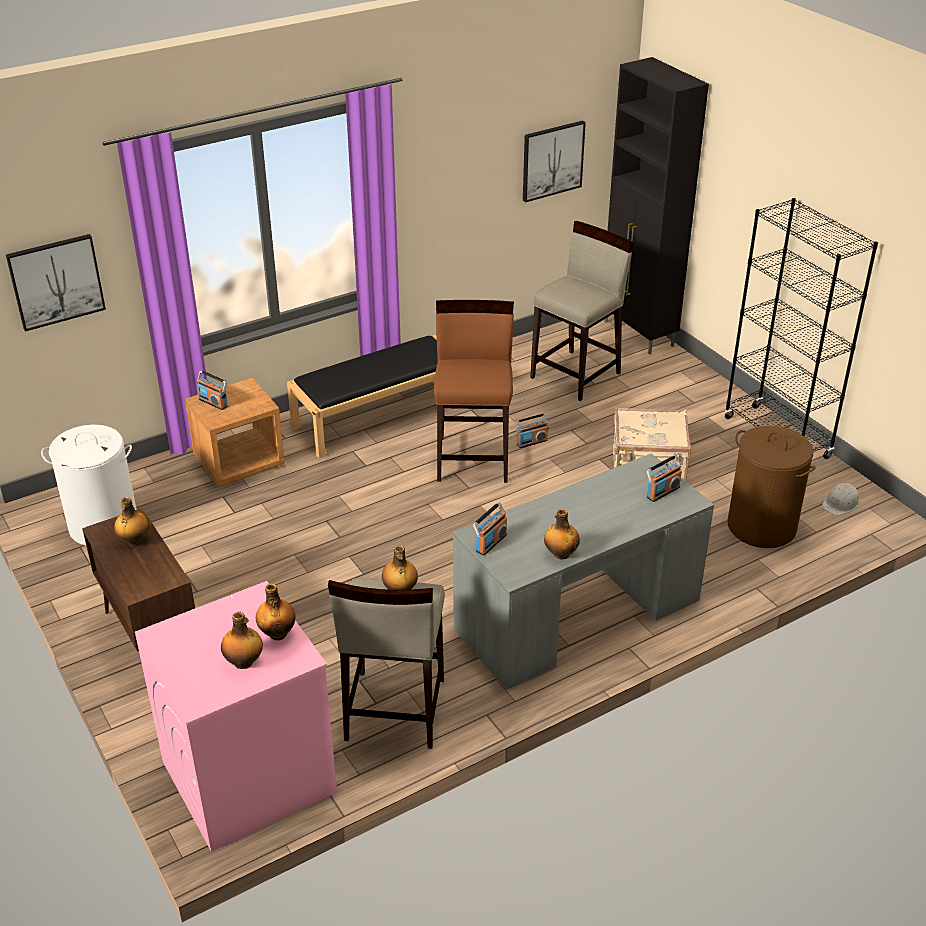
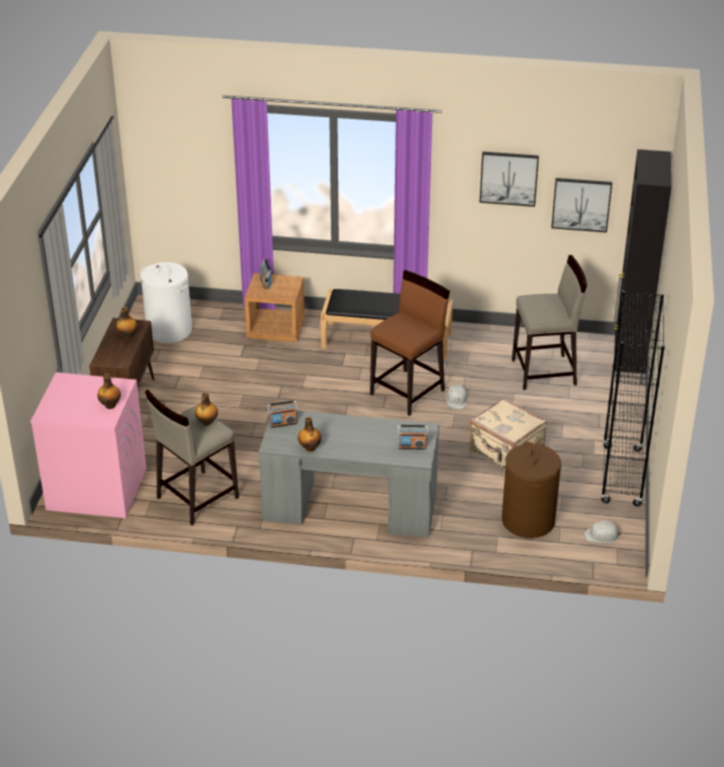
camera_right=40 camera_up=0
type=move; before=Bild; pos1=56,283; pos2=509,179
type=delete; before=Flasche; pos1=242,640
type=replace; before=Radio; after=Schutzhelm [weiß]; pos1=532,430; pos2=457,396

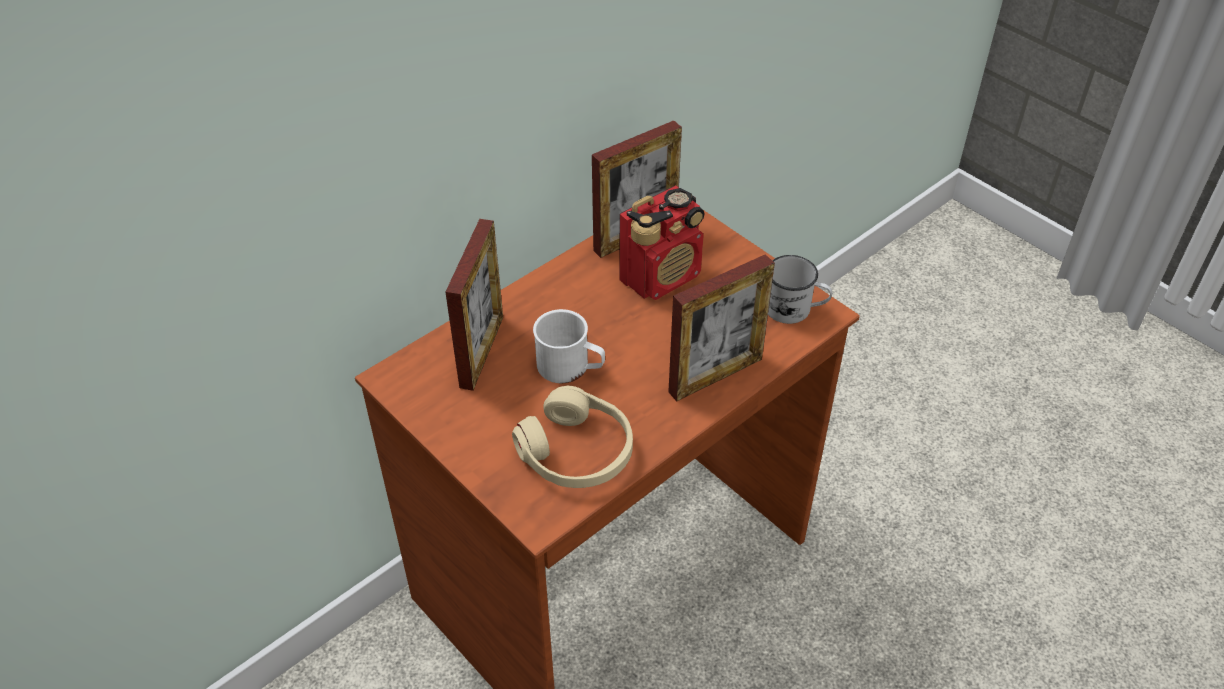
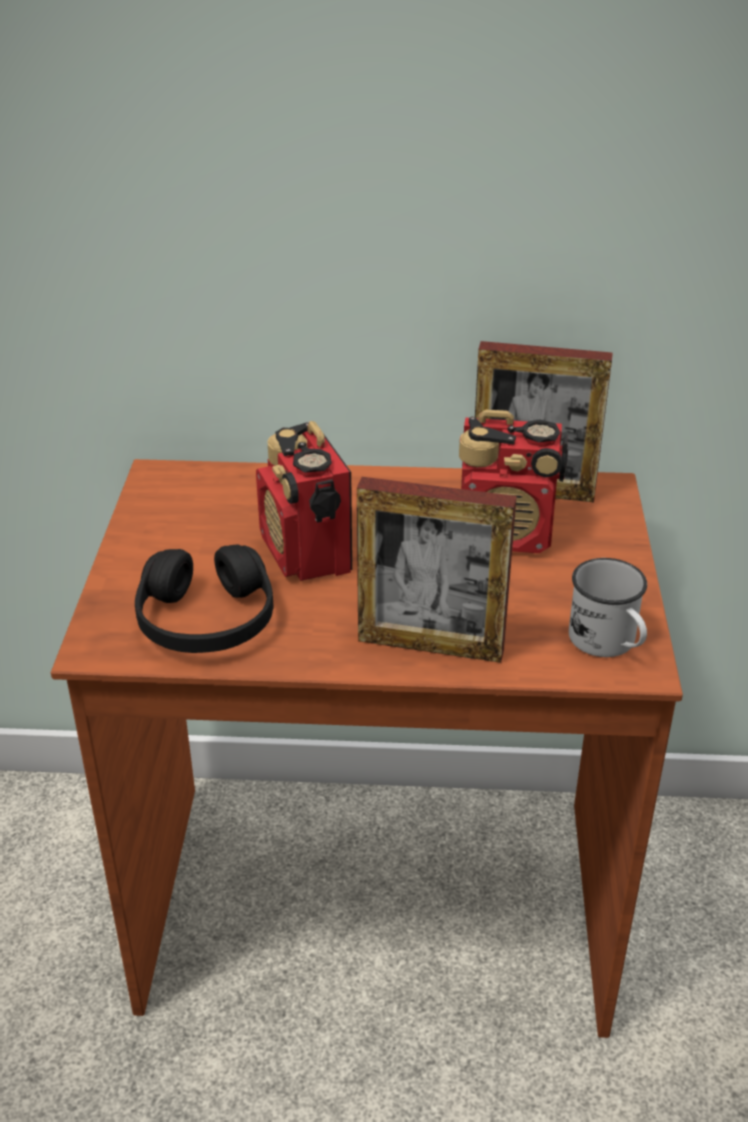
camera_right=45 camera_up=-10
type=delete; before=Bilderrahmen; pos1=474,305
type=recolor; before=Kopfhörer [beige]; after=Kopfhörer [schwarz]; pos1=572,437; pos2=204,598
type=replace; before=Henkelbecher [weiß]; after=Radio; pos1=569,346; pos2=304,501

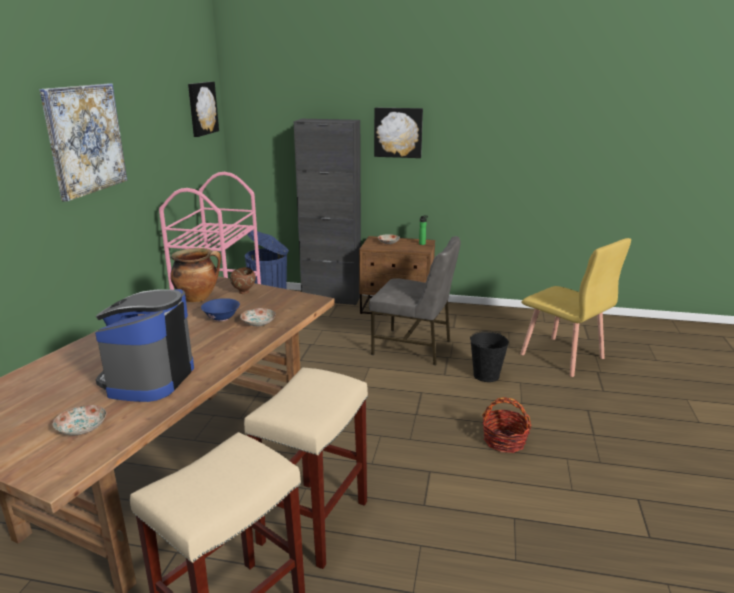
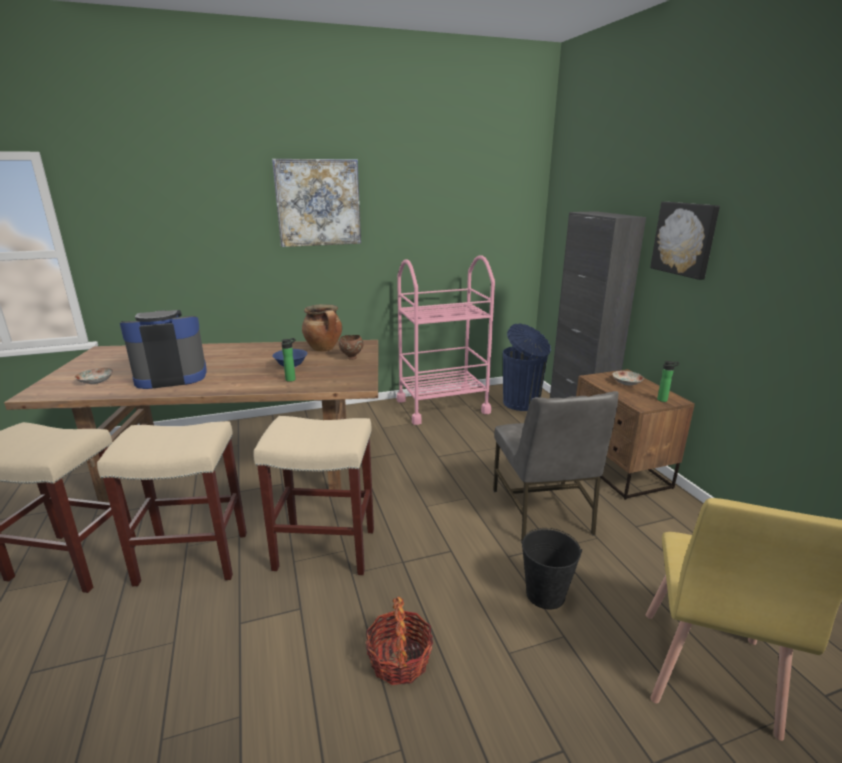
camera_right=60 camera_up=0
type=delete; before=Bild; pos1=203,109
type=replace; before=Teller; after=Flasche; pos1=258,317; pos2=288,360
type=insert; after=Hocker [beige]; pos2=313,495

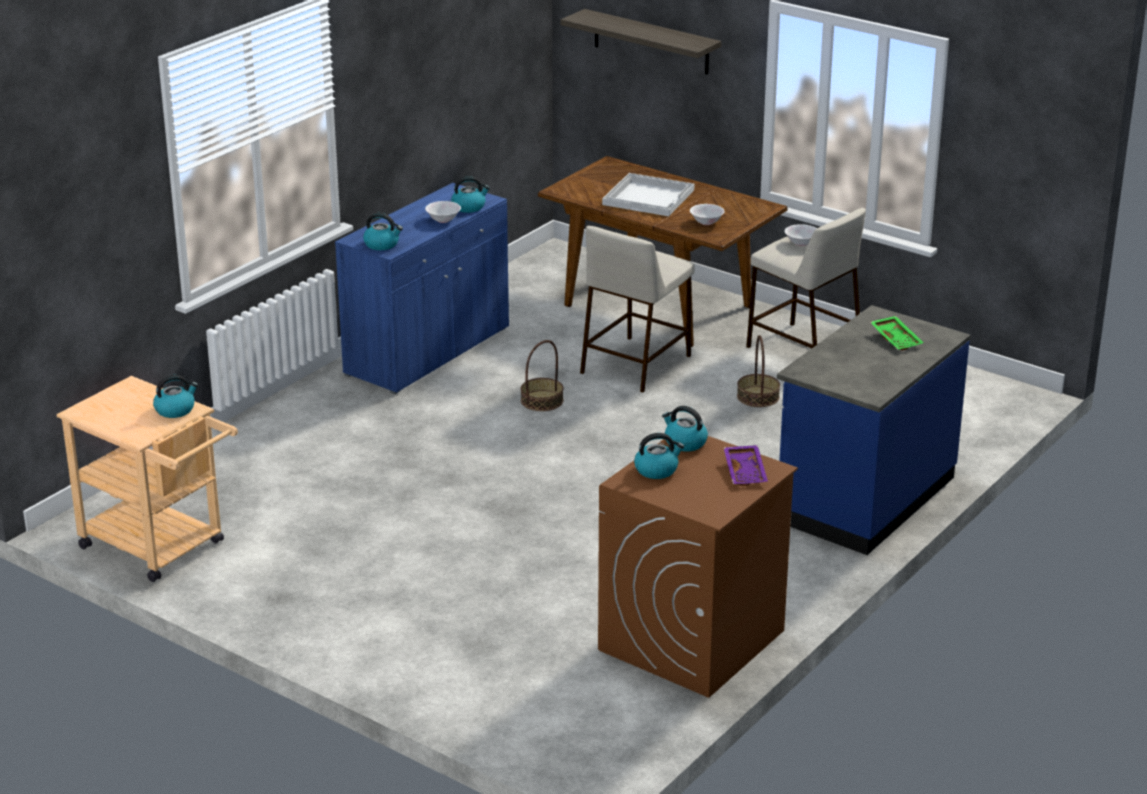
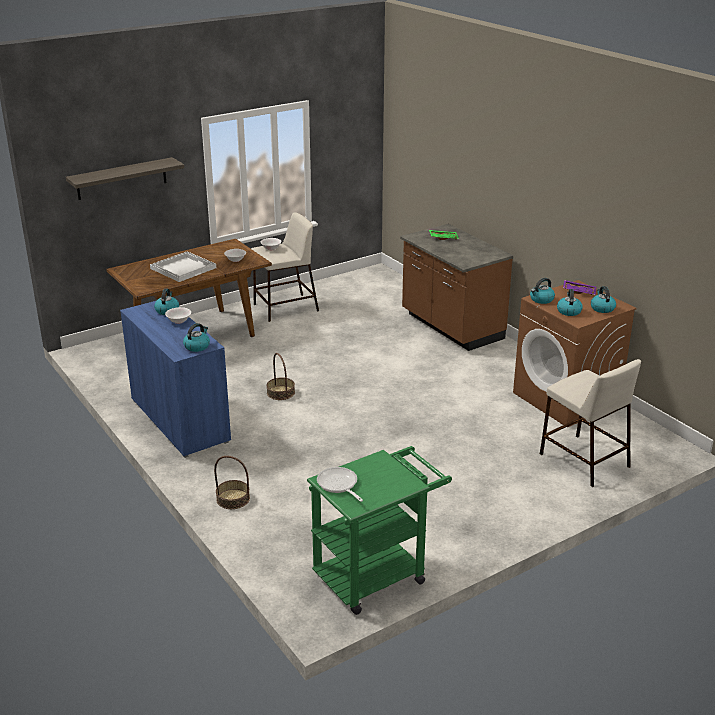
camera_right=-70 camera_up=0
type=recolor; before=Rollwagen [beige]; after=Rollwagen [grün]; pos1=147,479; pos2=379,530
type=move; before=Wasserkessel; pos1=175,396; pos2=603,299
type=move; before=Hocker [beige]; pos1=637,309; pos2=590,423
type=move; before=Korb; pos1=758,371; pos2=232,482
type=recolor; before=Küchenzeile [blau]; after=Küchenzeile [braun]; pos1=874,430; pos2=456,287
type=insert; after=Pfanne; pos2=340,484

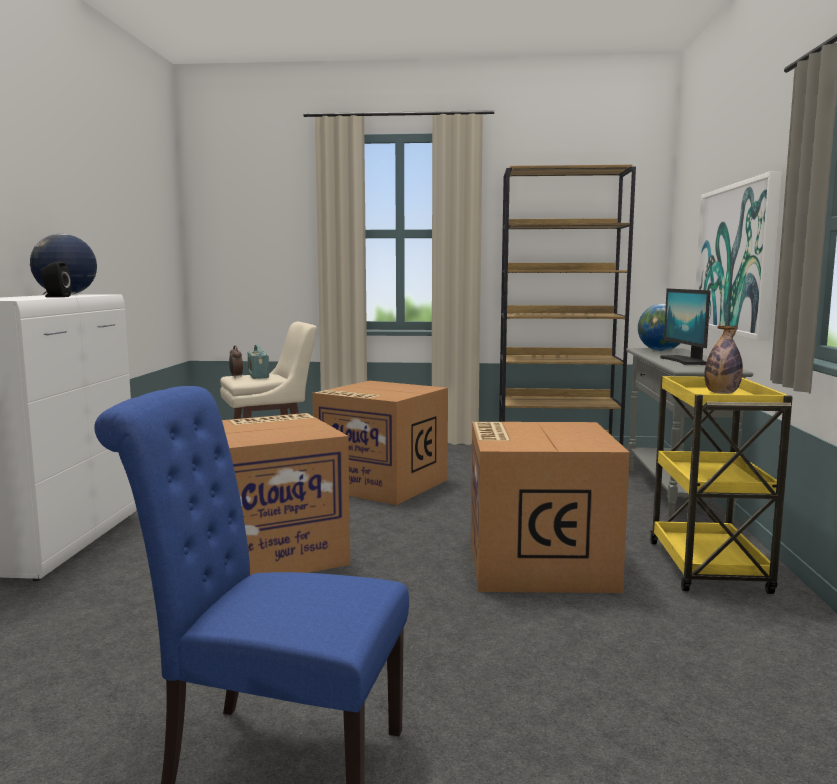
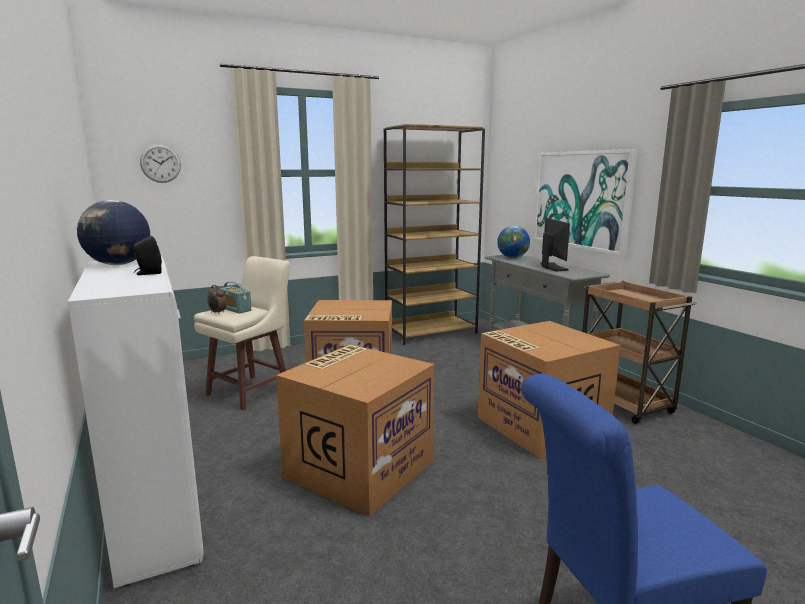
camera_right=-30 camera_up=5
type=recolor; before=Rollwagen [gelb]; after=Rollwagen [braun]; pos1=721,485; pos2=639,352
type=rotate; before=Monitor; pos1=685,327; pos2=555,244; turn=-150
type=delete; before=Flasche; pos1=723,360
type=insert; after=Wanduhr; pos2=160,163

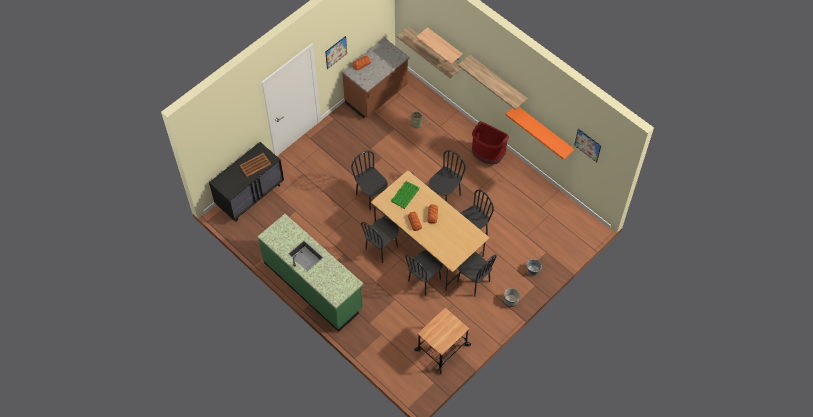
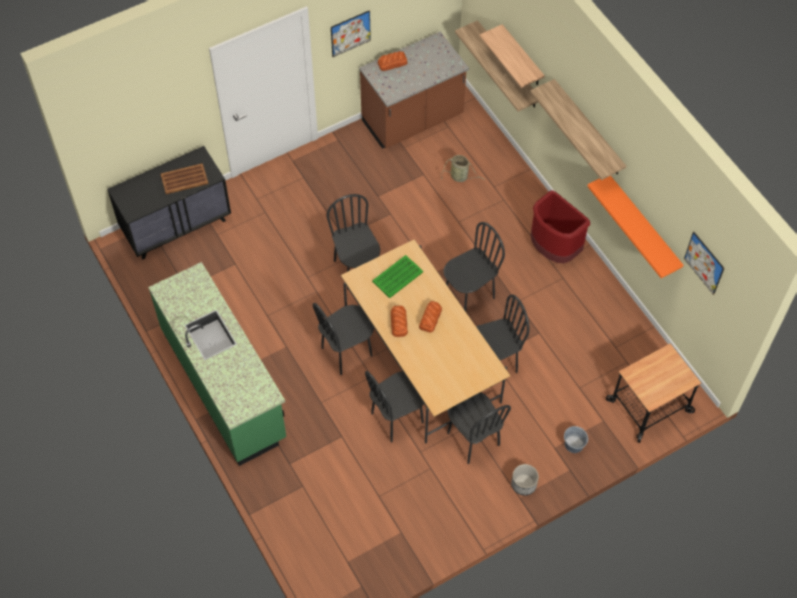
camera_right=15 camera_up=0
type=move; before=Rollwagen; pos1=442,340; pos2=653,393

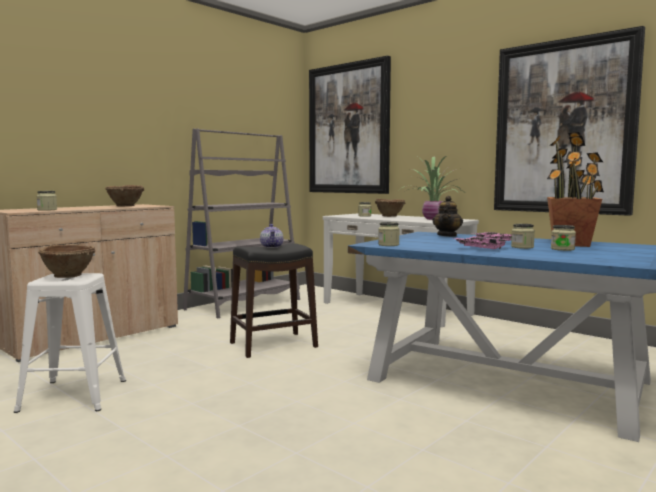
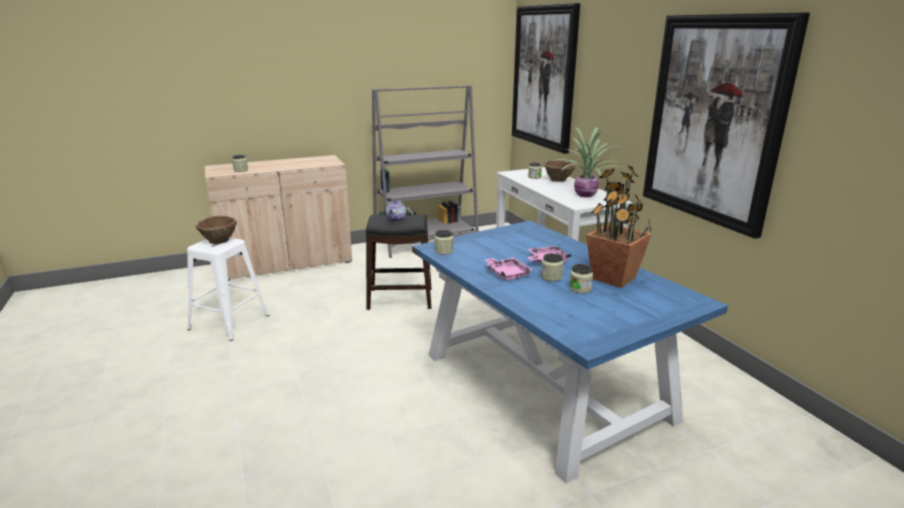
camera_right=25 camera_up=15
type=delete; before=Schüssel [braun]; pos1=124,196
type=delete; before=Teekanne; pos1=447,216

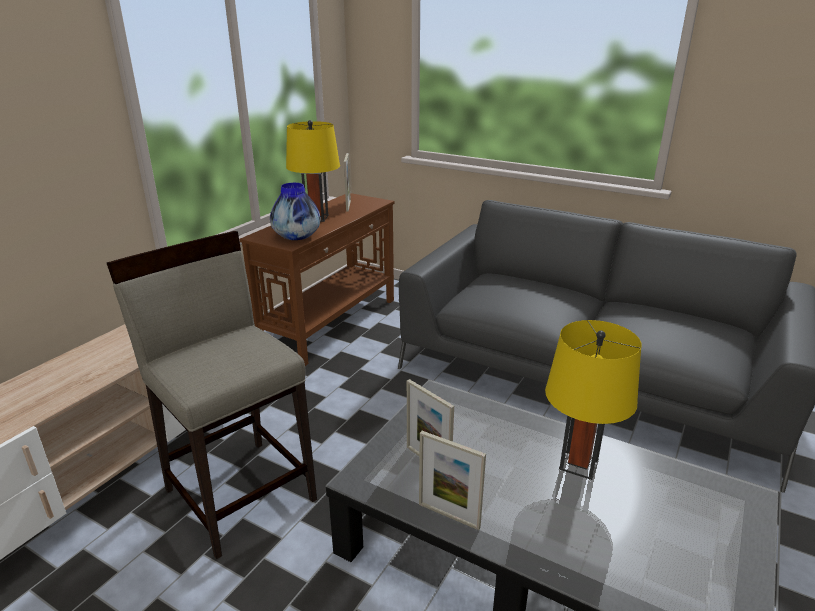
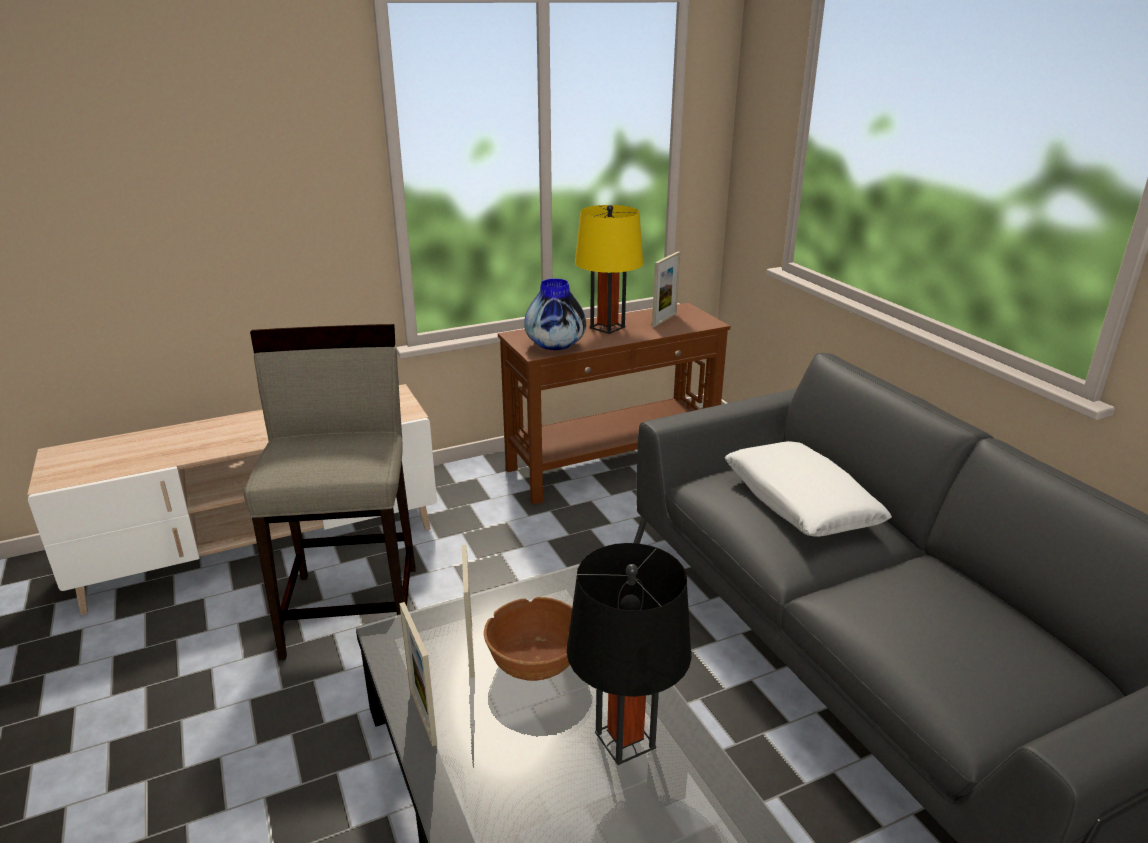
camera_right=35 camera_up=0
type=recolor; before=Tischlampe [gelb]; after=Tischlampe [schwarz]; pos1=593,400; pos2=629,654
type=insert; after=Schüssel [braun]; pos2=528,639
type=insert; after=Kissen [weiß]; pos2=808,489

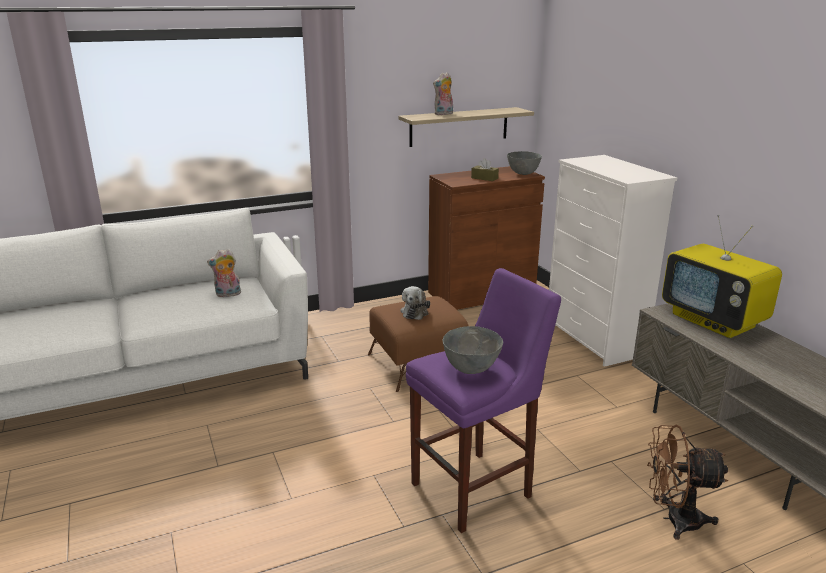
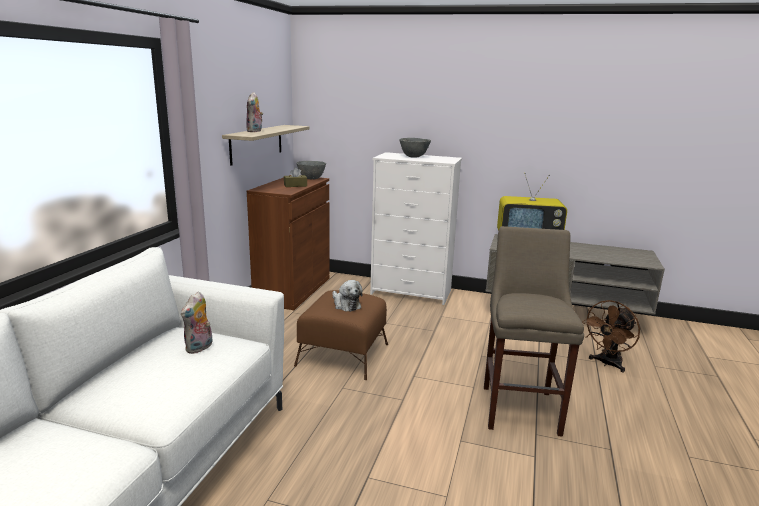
camera_right=-50 camera_up=-5
type=recolor; before=Hocker [lila]; after=Hocker [beige]; pos1=483,400; pos2=534,331
type=move; before=Schüssel [grau]; pos1=473,350; pos2=415,148

